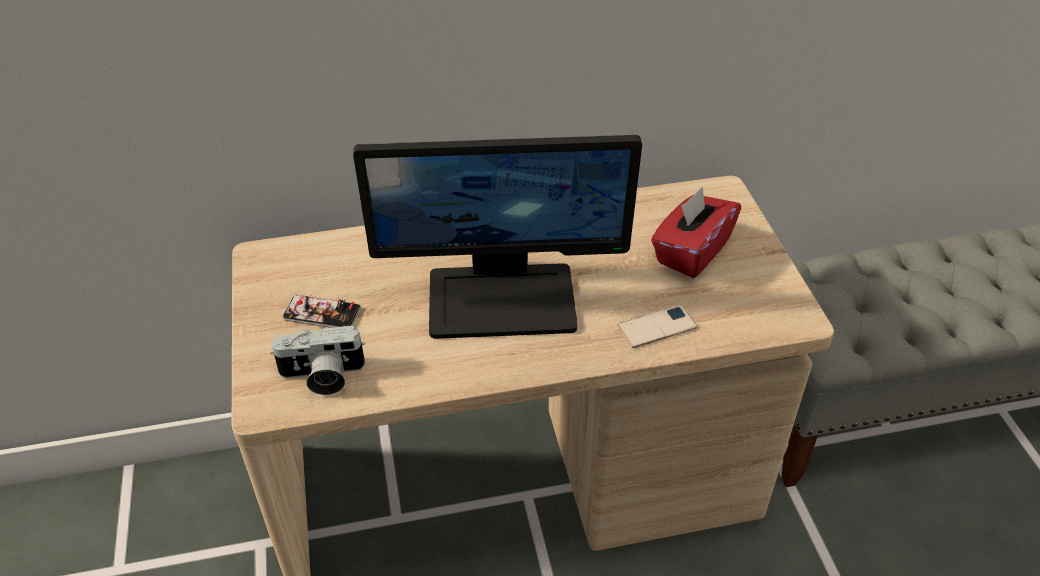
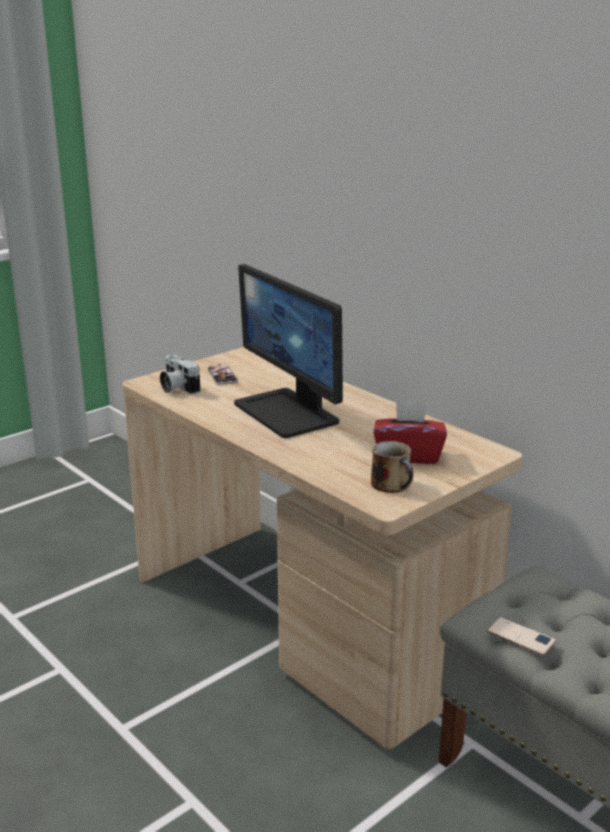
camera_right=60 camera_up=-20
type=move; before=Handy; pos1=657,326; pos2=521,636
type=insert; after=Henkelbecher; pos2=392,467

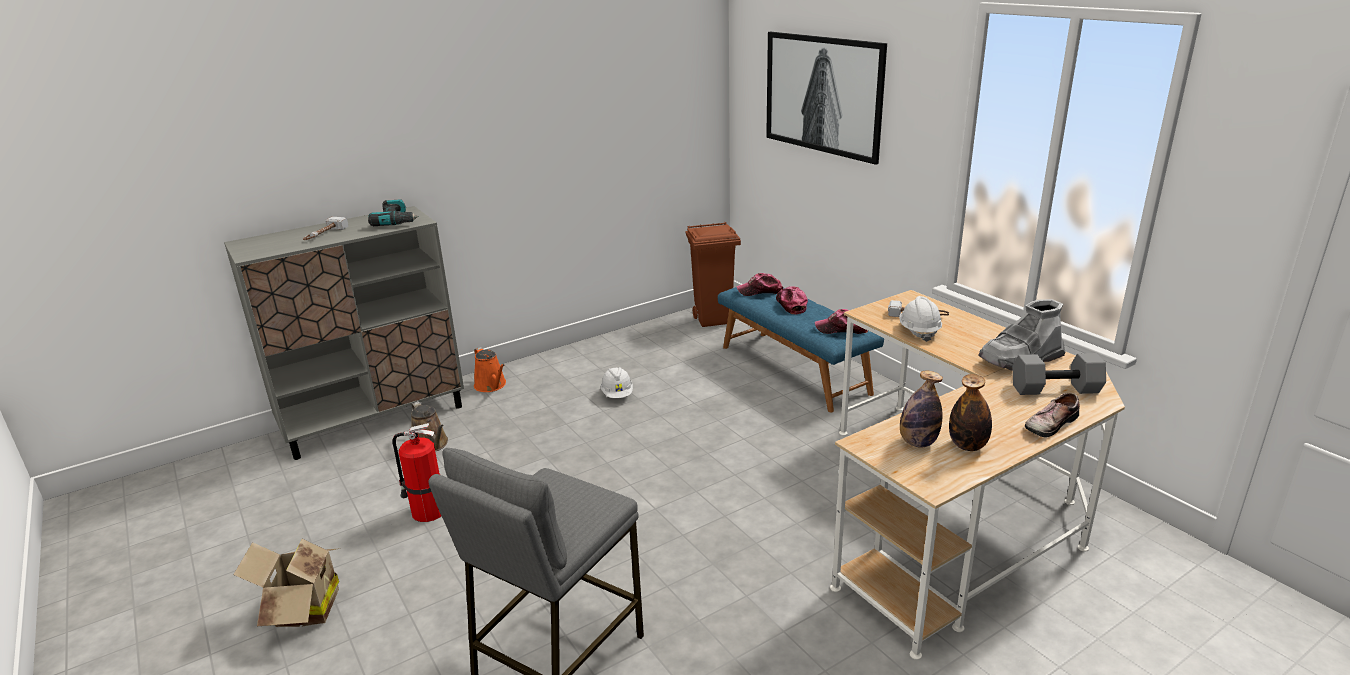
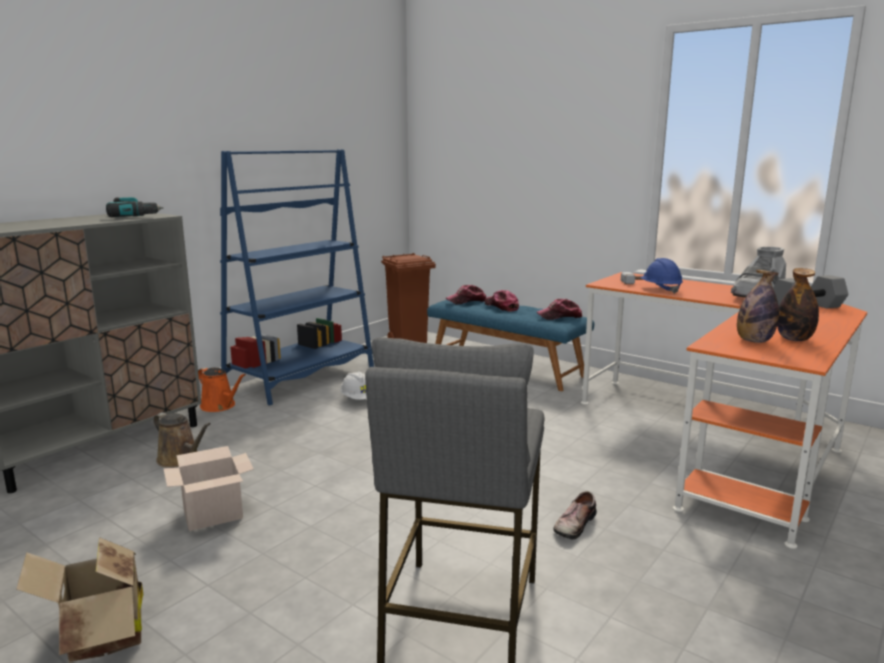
camera_right=-20 camera_up=-10
type=delete; before=Hammer; pos1=326,228
type=replace; before=Feuerlöscher; after=Karton; pos1=416,472; pos2=208,488
type=delete; before=Bild; pos1=826,98
type=recolor; before=Schreibtisch [beige]; after=Schreibtisch [orange]; pos1=977,475; pos2=724,410
type=recolor; before=Schutzhelm [weiß]; after=Schutzhelm [blau]; pos1=920,319; pos2=661,276
type=move; before=Schuh; pos1=1052,415; pos2=575,515
type=insert; after=Bücherregal [blau]; pos2=297,277

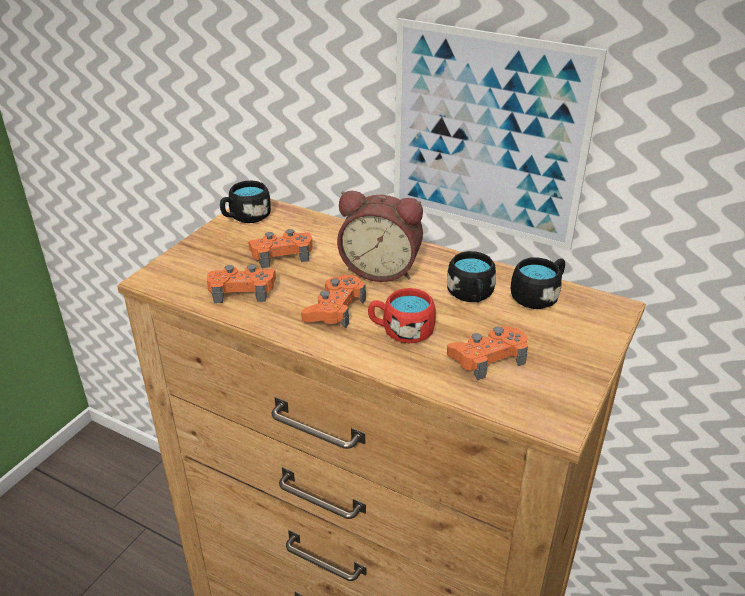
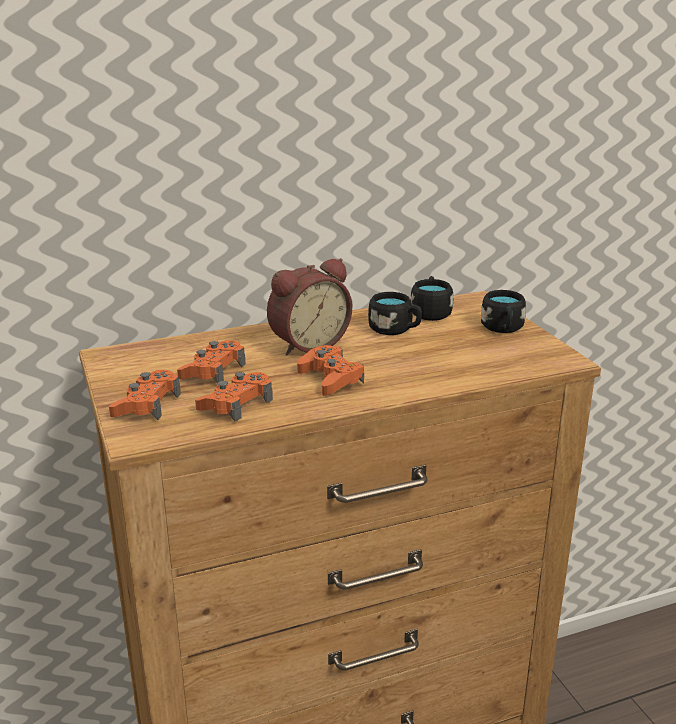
camera_right=-50 camera_up=-10
type=move; before=Henkelbecher [schwarz]; pos1=245,202; pos2=503,311
type=delete; before=Henkelbecher [rot]; pos1=402,316
type=delete; before=Bild; pos1=500,134
type=move; before=Gamepad [orange]; pos1=487,353; pos2=145,395

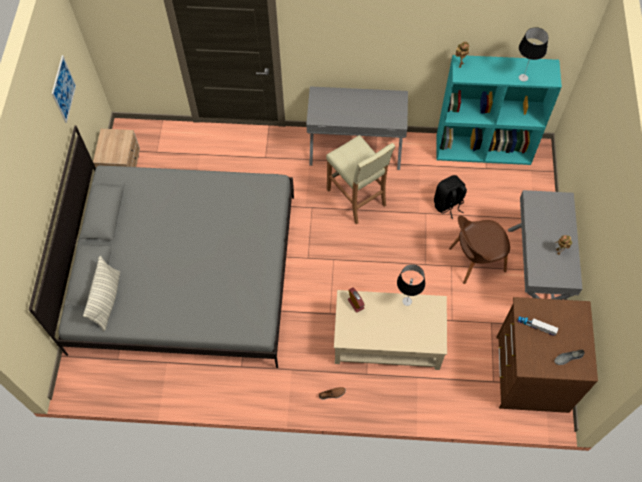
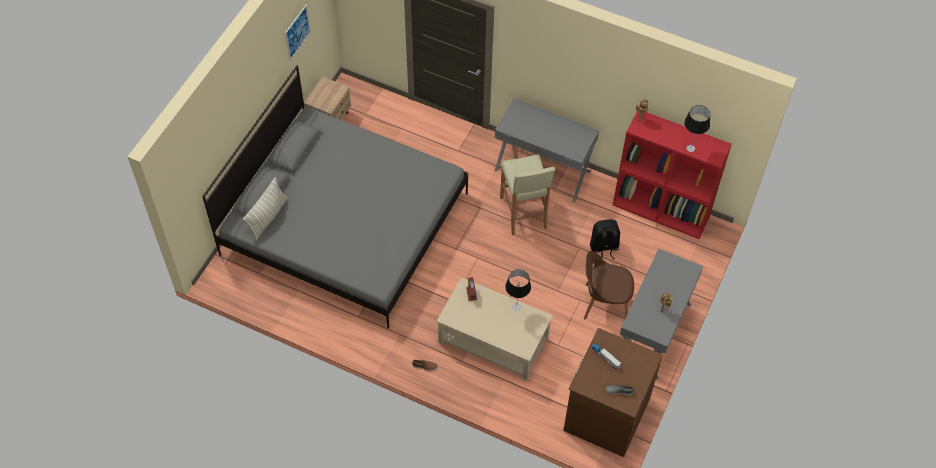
camera_right=20 camera_up=-5
type=recolor; before=Bücherregal [türkis]; after=Bücherregal [rot]; pos1=499,110; pos2=672,175

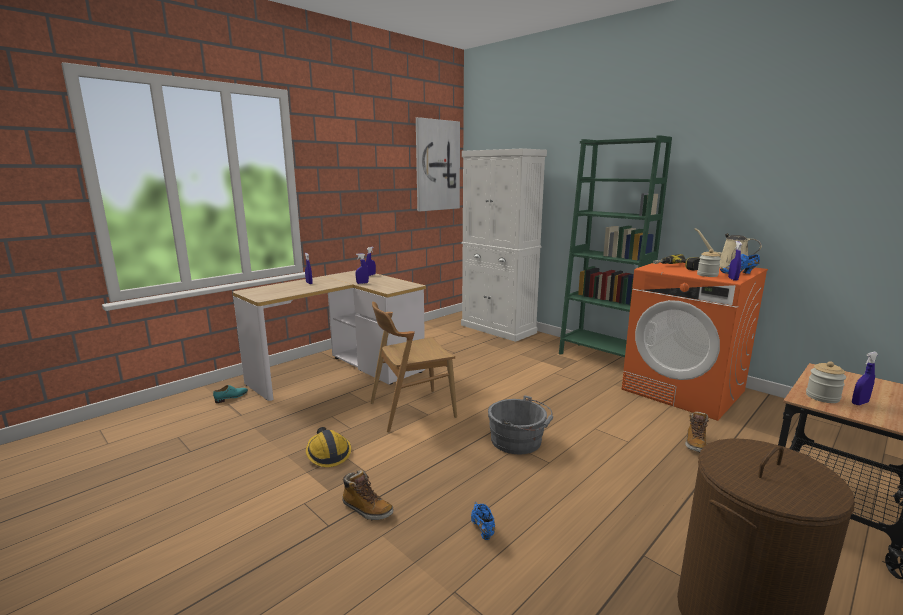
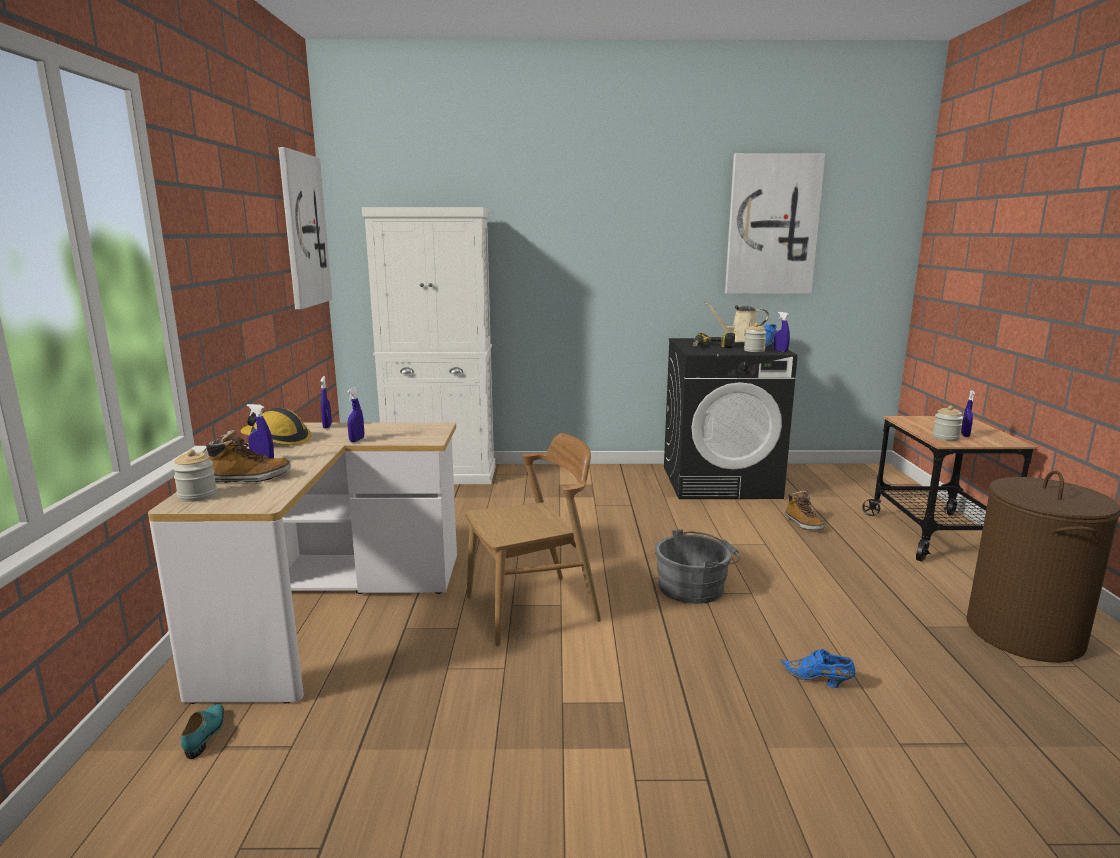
camera_right=-45 camera_up=0
type=move; before=Schutzhelm; pos1=328,447; pos2=276,426
type=move; before=Stiefel; pos1=368,495; pos2=247,456
type=rotate; before=Stuhl [braun]; pos1=414,367; pos2=533,540; turn=-135
type=delete; before=Bücherregal [grün]; pos1=615,246
type=recolor; before=Waschmaschine [orange]; after=Waschmaschine [schwarz]; pos1=695,341; pos2=731,418
type=insert; after=Vorratsglas; pos2=195,475
type=insert; after=Bild; pos2=775,223

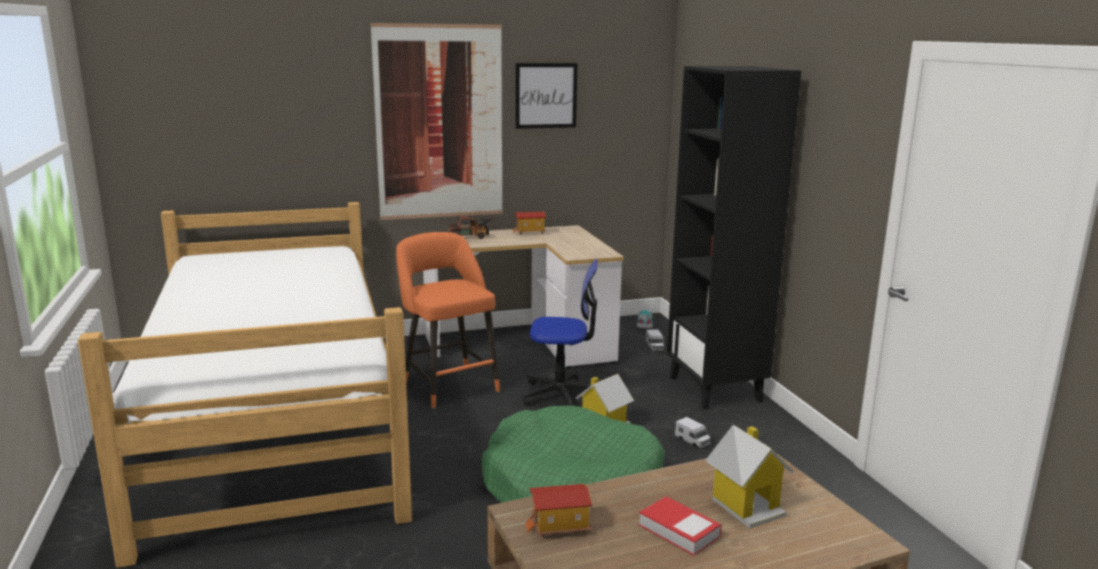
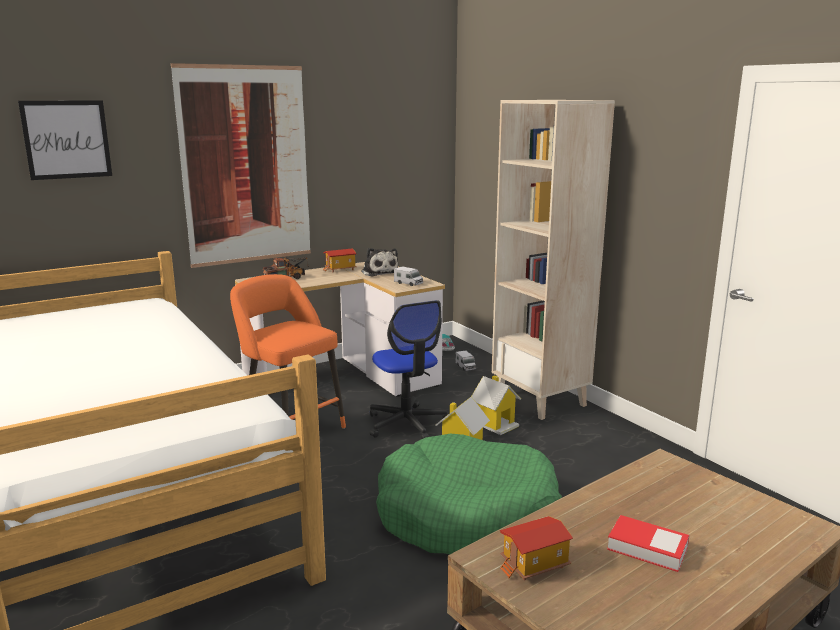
camera_right=-15 camera_up=0
type=move; before=Bild; pos1=546,96; pos2=65,140
type=rotate; before=Bürostuhl; pos1=560,332; pos2=409,369; turn=75
type=recolor; before=Bücherregal [schwarz]; after=Bücherregal [beige]; pos1=734,237; pos2=553,260
type=move; before=Spielzeuglaster; pos1=693,432; pos2=408,276
type=move; before=Spielzeughaus; pos1=749,476; pos2=496,405
type=insert; after=Plüschtier; pos2=379,262

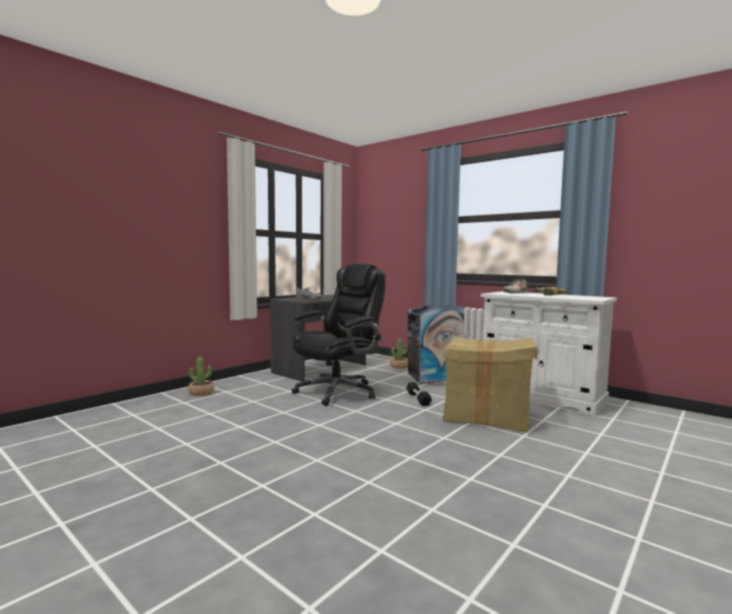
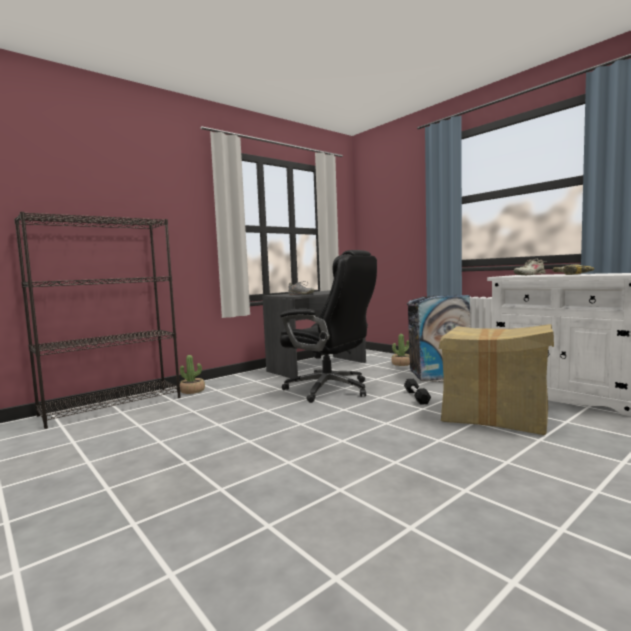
camera_right=10 camera_up=0
type=rotate; before=Bürostuhl [schwarz]; pos1=338,335; pos2=328,326; turn=75
type=insert; after=Bücherregal [schwarz]; pos2=97,320

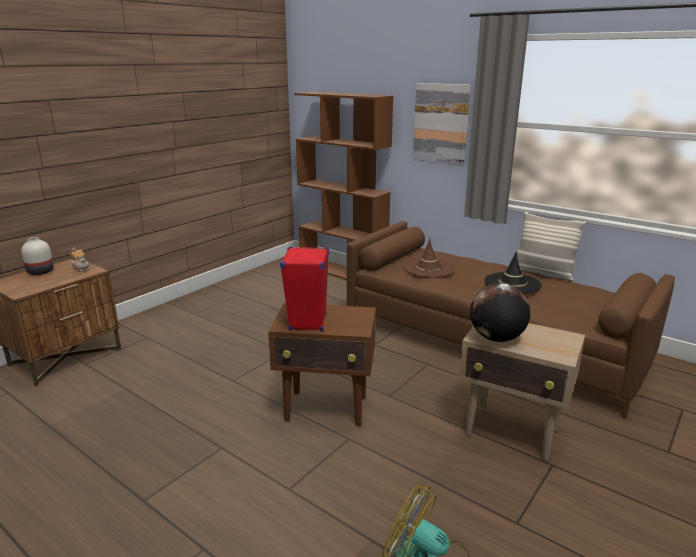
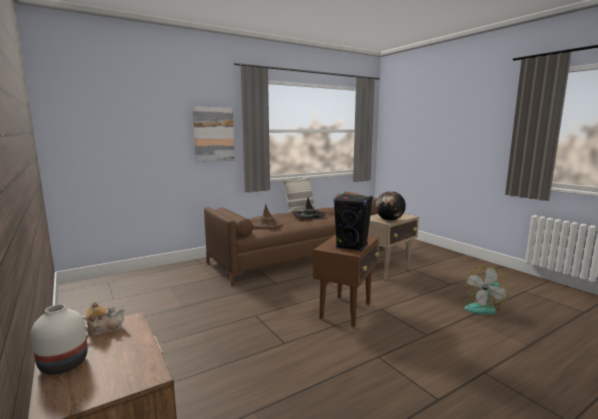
camera_right=-70 camera_up=-10
type=recolor; before=Lautsprecher [rot]; after=Lautsprecher [schwarz]; pos1=304,289; pos2=353,222
type=delete; before=Bücherregal [braun]; pos1=343,186

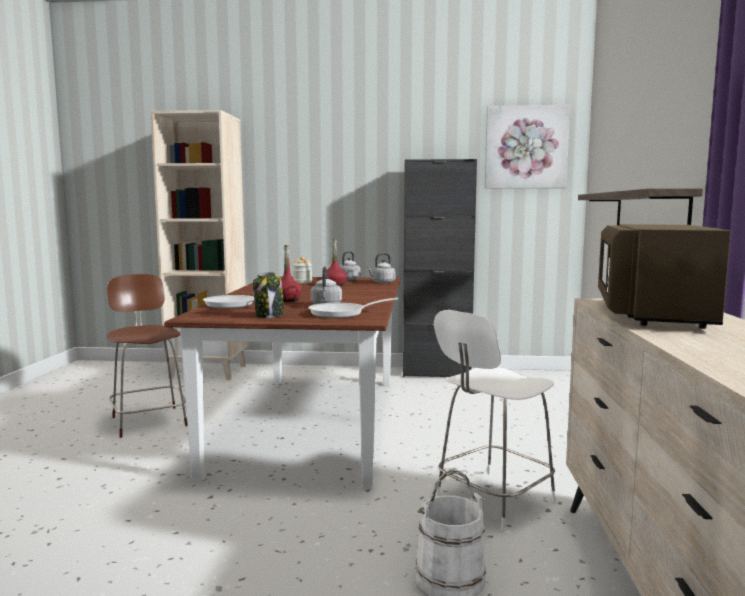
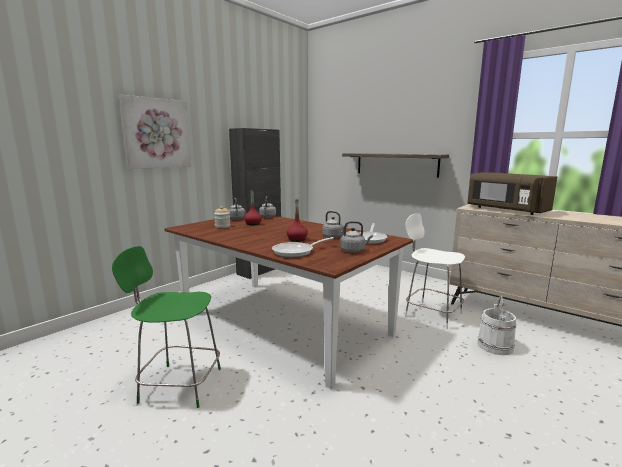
camera_right=-55 camera_up=5
type=recolor; before=Stuhl [braun]; after=Stuhl [grün]; pos1=147,356; pos2=166,327
type=delete; before=Bücherregal [beige]; pos1=199,245
type=replace; before=Vorratsglas; after=Wasserkessel [grau]; pos1=269,295; pos2=356,237
type=rotate; before=Stuhl [weiß]; pos1=495,420; pos2=435,271; turn=135
type=move; before=Bild; pos1=527,146; pos2=155,131

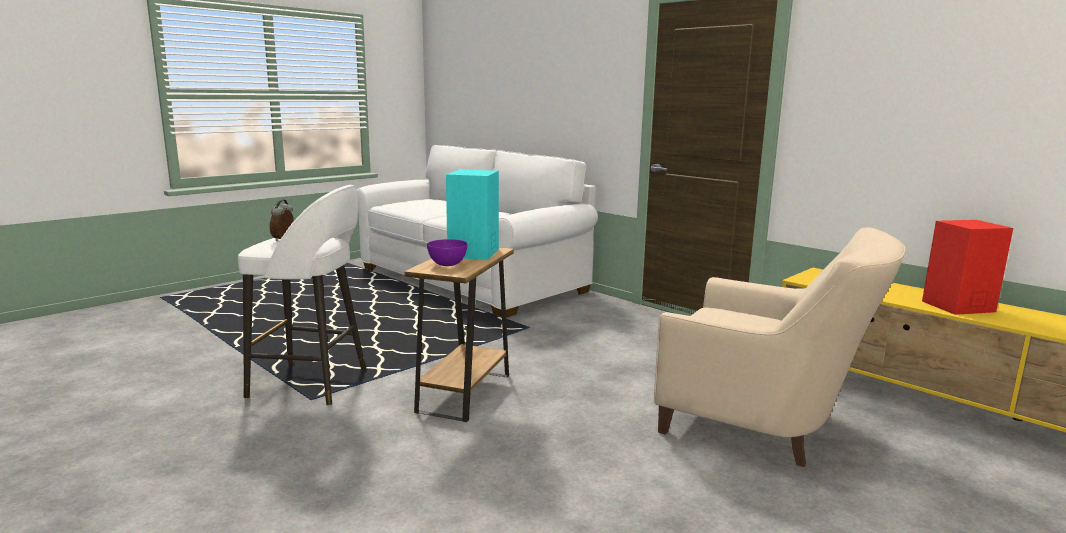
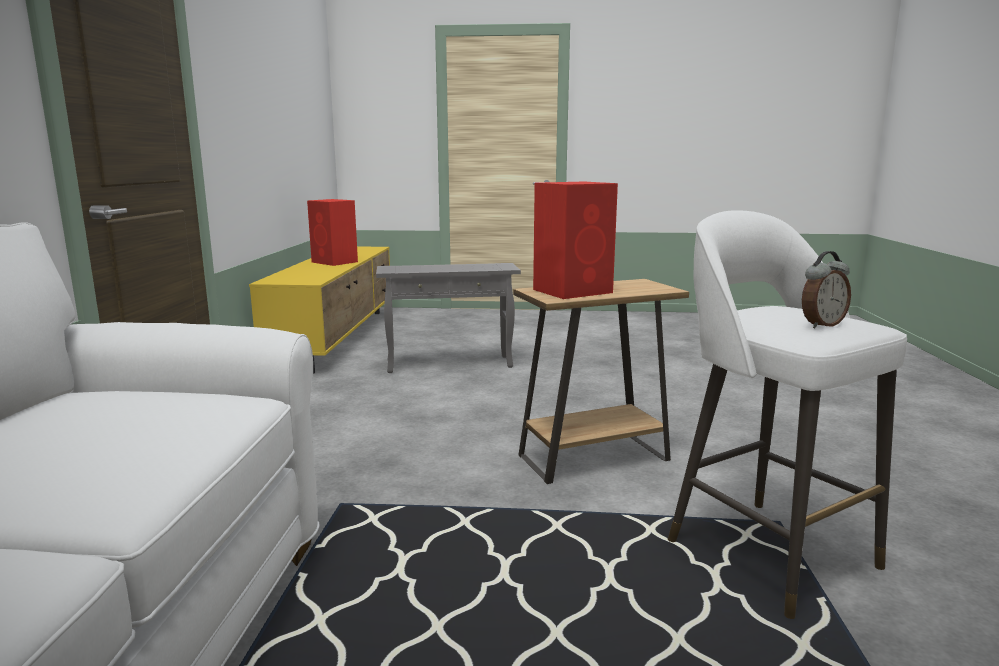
camera_right=-130 camera_up=0
type=delete; before=Schüssel [lila]; pos1=447,252
type=recolor; before=Lautsprecher [türkis]; after=Lautsprecher [rot]; pos1=472,214; pos2=575,240
type=replace; before=Sessel [beige]; after=Beistelltisch [grau]; pos1=780,347; pos2=448,318

